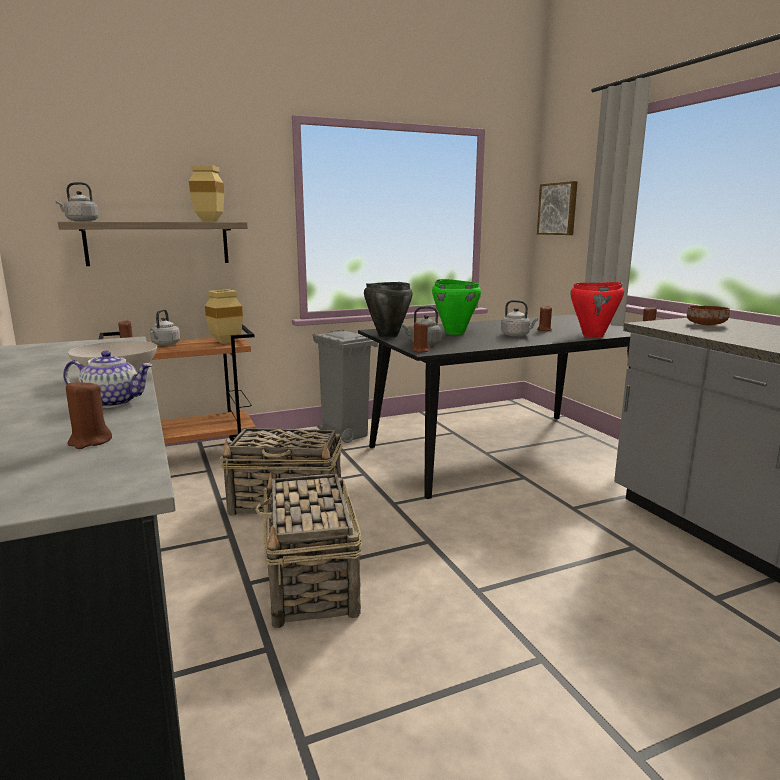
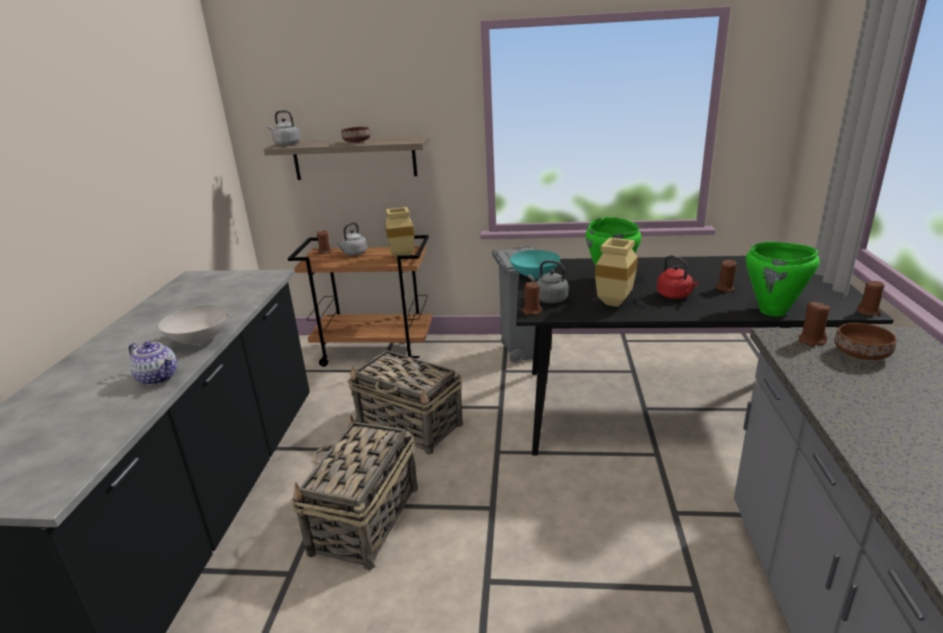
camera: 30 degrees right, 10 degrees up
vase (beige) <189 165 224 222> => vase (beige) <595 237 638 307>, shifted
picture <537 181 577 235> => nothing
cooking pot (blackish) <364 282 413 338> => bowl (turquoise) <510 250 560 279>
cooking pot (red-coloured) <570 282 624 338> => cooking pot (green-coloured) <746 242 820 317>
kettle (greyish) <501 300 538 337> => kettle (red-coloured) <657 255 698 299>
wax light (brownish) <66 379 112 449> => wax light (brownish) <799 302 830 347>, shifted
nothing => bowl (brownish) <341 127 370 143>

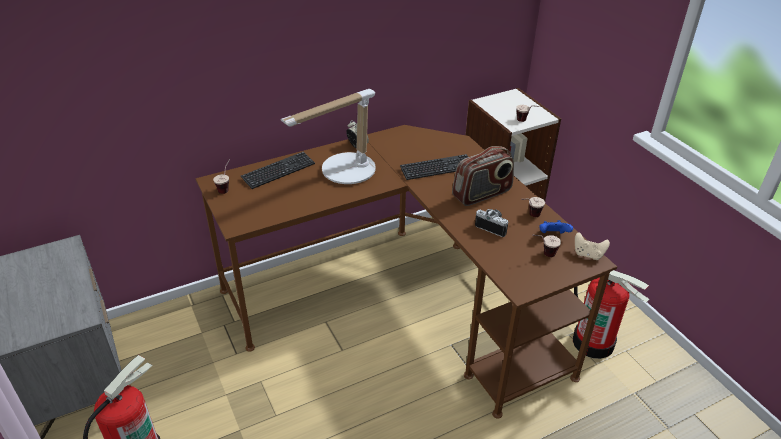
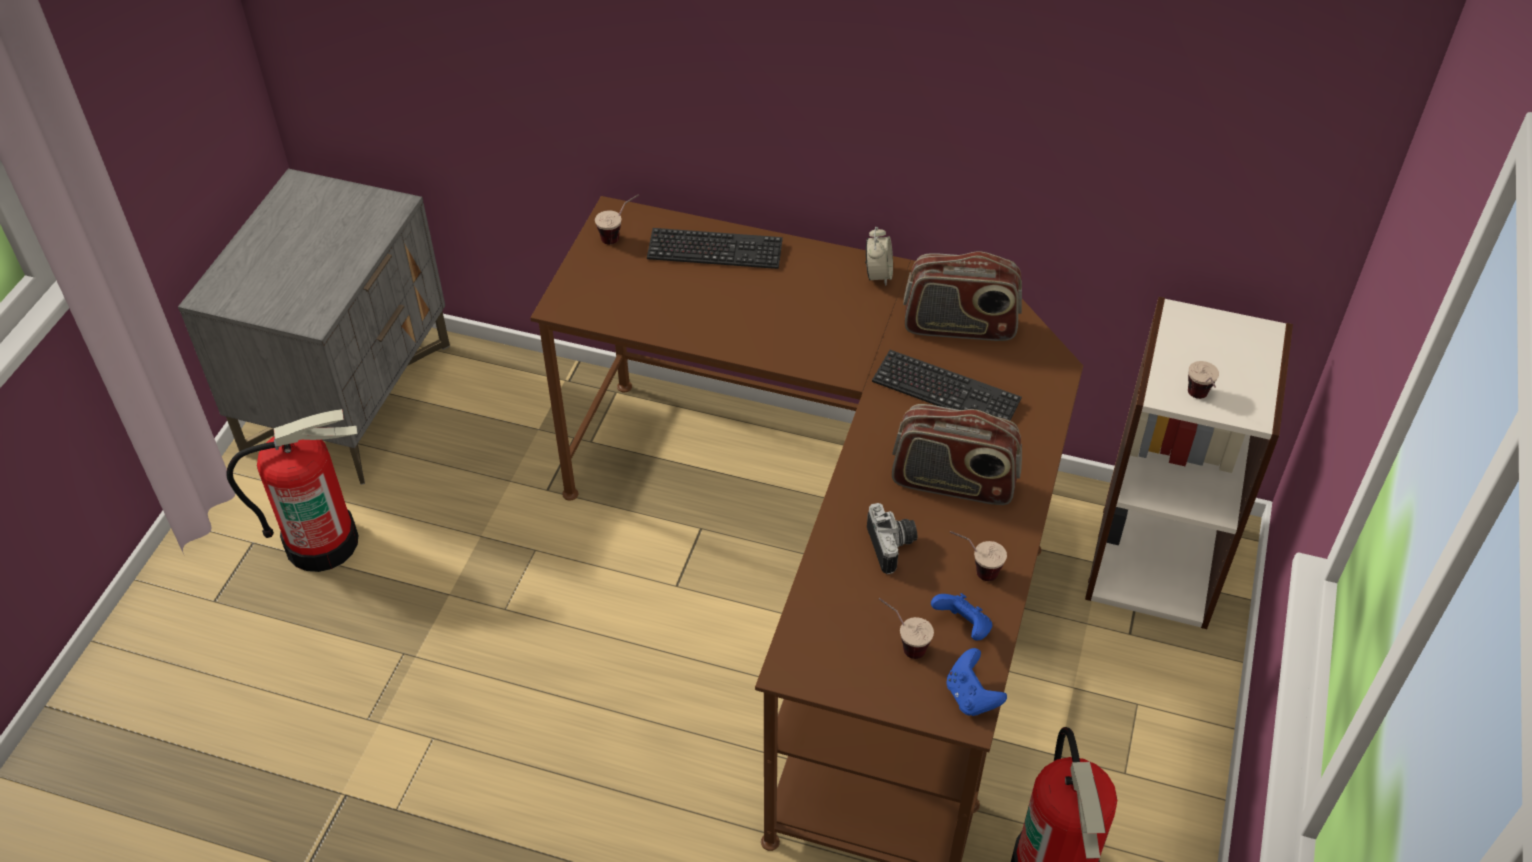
camera: 45 degrees right, 10 degrees up
table lamp <280 89 376 184> => nothing
game controller (beige) <575 232 610 260> => game controller (blue-coloured) <946 648 1007 716>
nothing => radio set <903 251 1022 341>

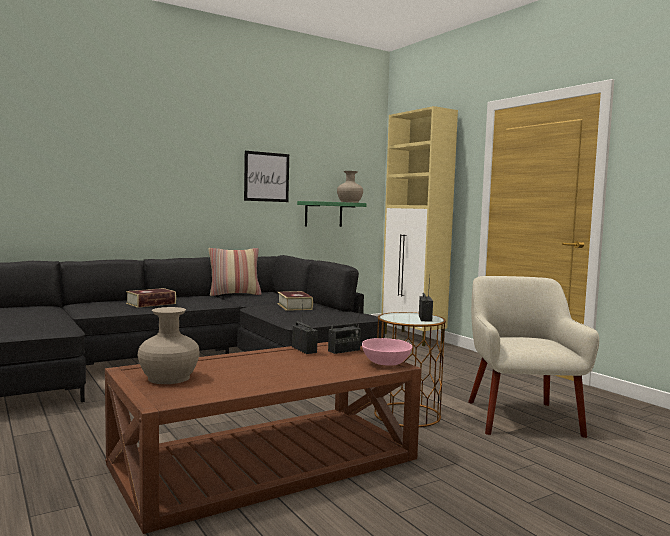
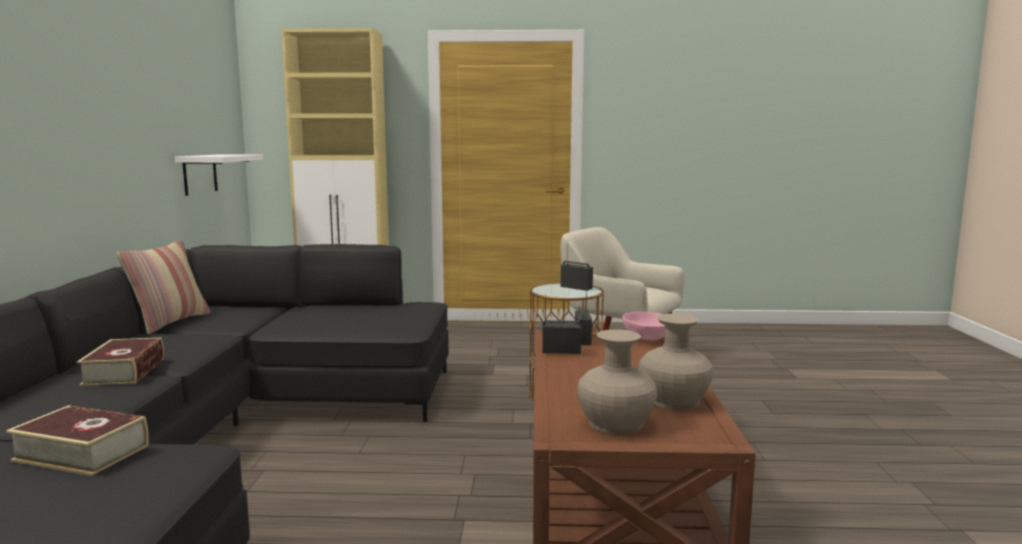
camera: 55 degrees left, 5 degrees up
picture <244 151 289 202> => nothing
vase (beige) <337 171 363 203> => vase (beige) <638 313 713 410>, shifted
wall shelf (green-coloured) <297 201 367 227> => wall shelf (white) <175 154 263 196>
book <277 291 313 311> => book <6 405 149 476>, shifted

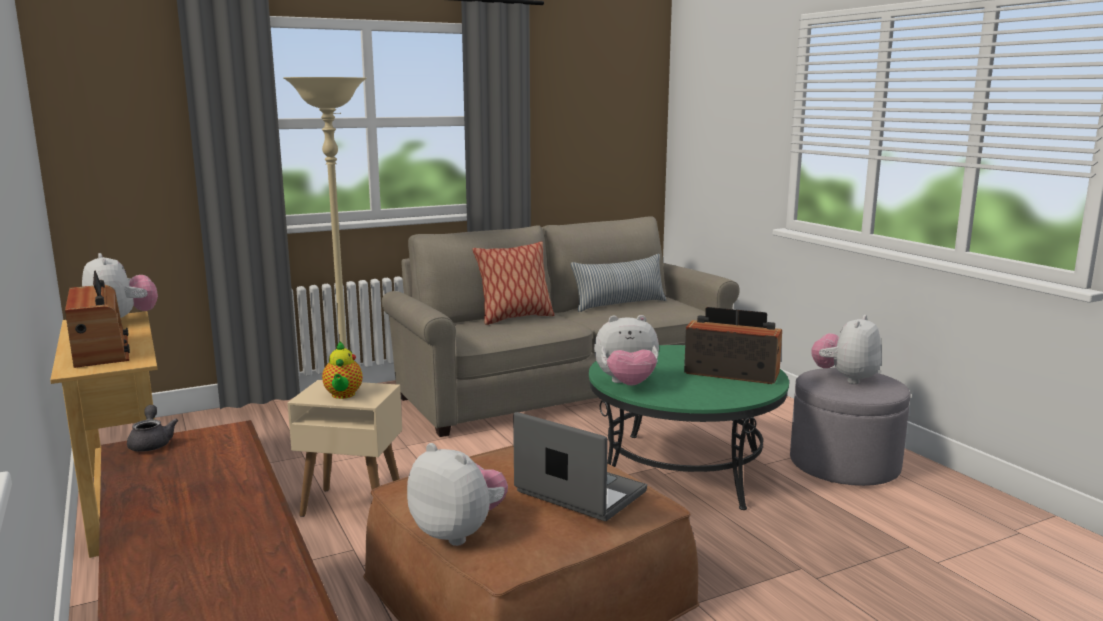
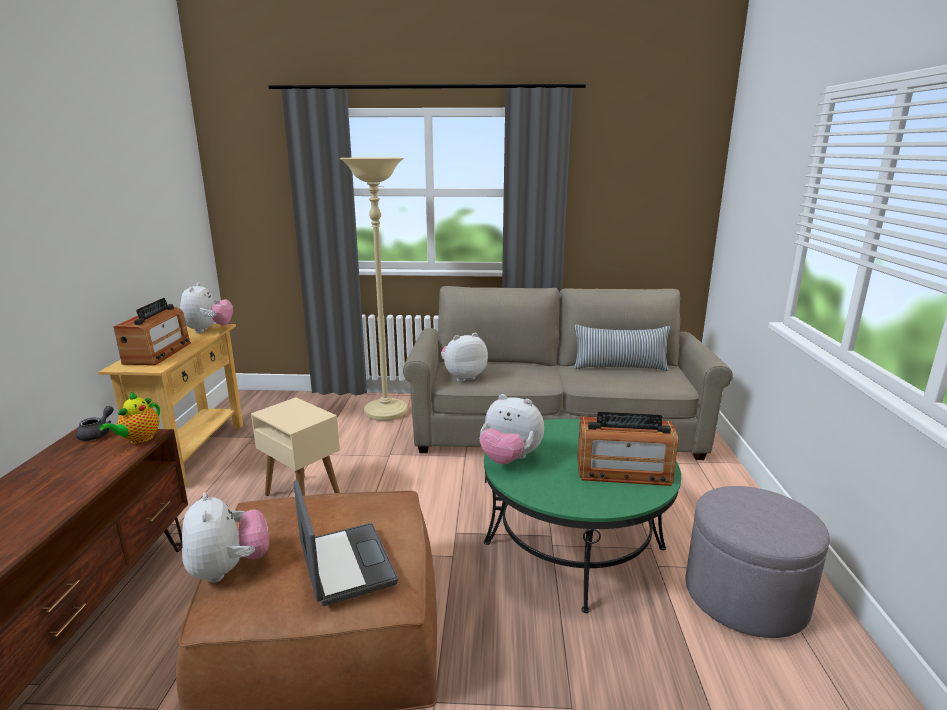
camera: 30 degrees right, 5 degrees up
cushion <473 242 554 325> => nothing
radio set <684 307 782 384> => radio set <577 412 678 486>, 135 degrees clockwise
cuddly toy <811 315 881 384> => cuddly toy <441 333 488 382>, shifted
pot for tea <322 341 363 399> => pot for tea <99 392 160 443>, shifted

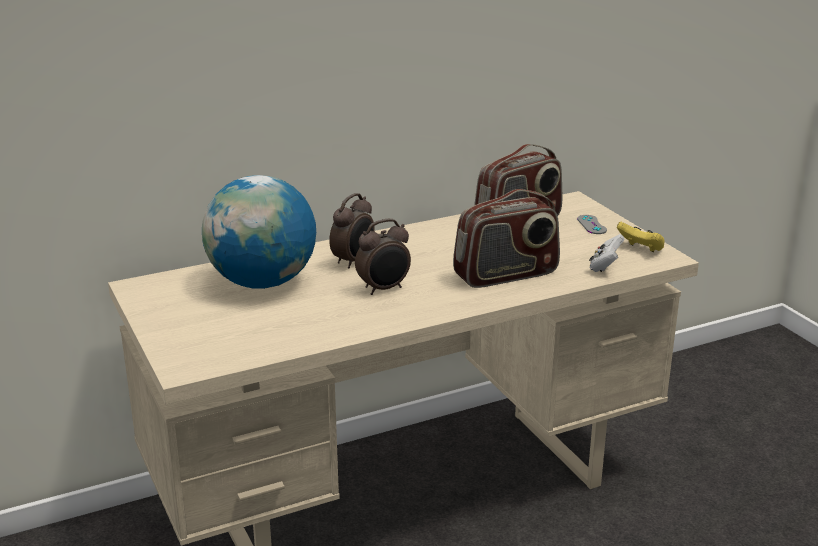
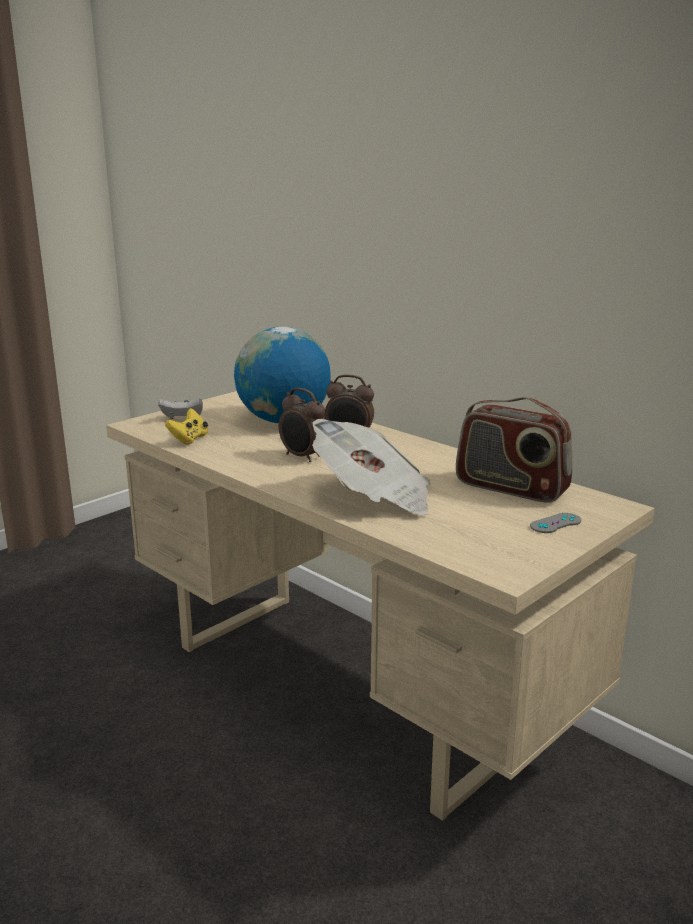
camera: 70 degrees right, 5 degrees down
radio set <453 189 560 288> => printed paper <312 419 431 515>
game controller (yellow) <617 222 664 252> => game controller (yellow) <165 408 208 445>, shifted
game controller (white) <589 234 625 272> => game controller (white) <158 399 203 419>, shifted

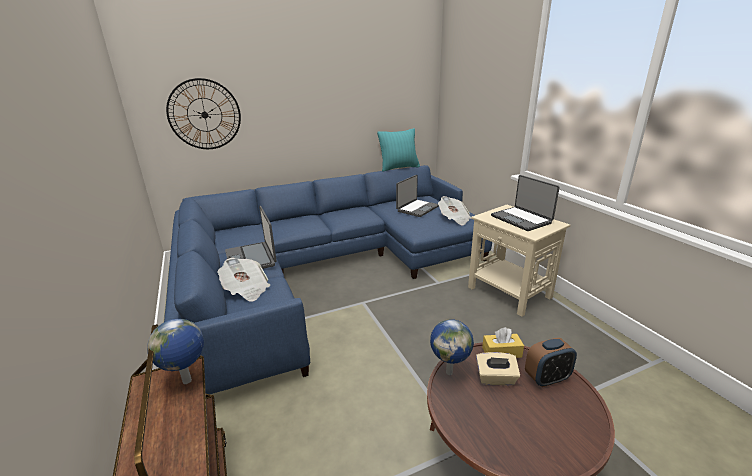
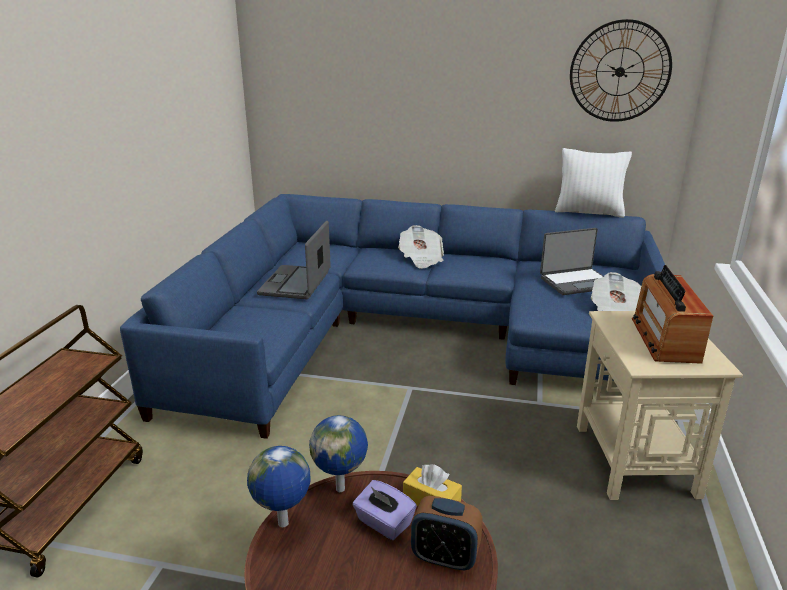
camera: 35 degrees right, 0 degrees up
wall clock <166 78 241 149> => wall clock <570 19 672 122>, shifted
cushion (turquoise) <377 128 420 171> => cushion (white) <555 148 632 218>
notebook computer <491 175 560 231> => radio set <632 265 713 364>
printed paper <217 258 270 302> => printed paper <398 225 444 269>, shifted
desk globe <147 319 204 384> => desk globe <247 446 310 527>, shifted
tissue holder (beige) <476 352 520 385> => tissue holder (purplish) <352 480 417 540>

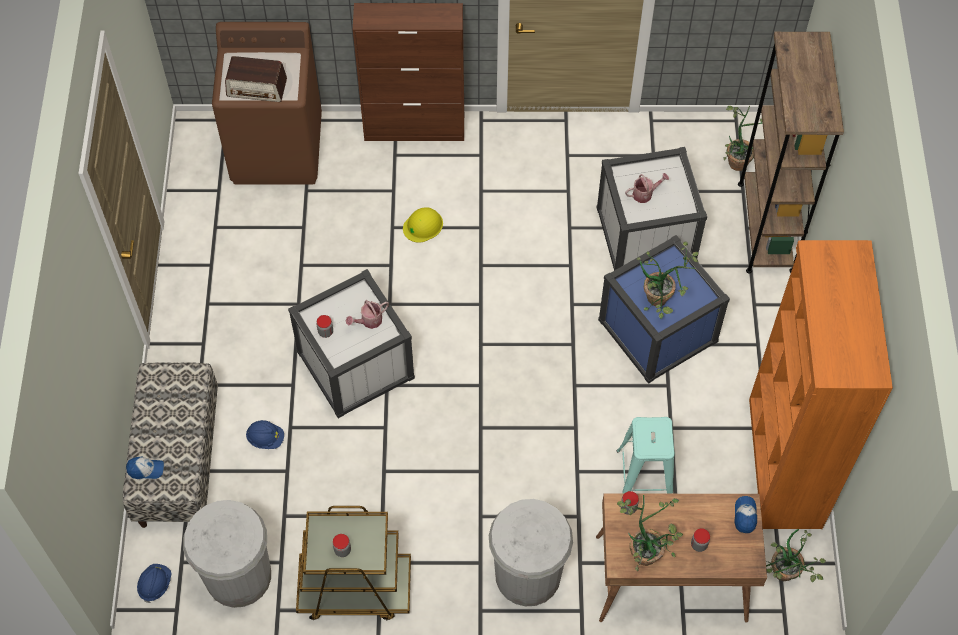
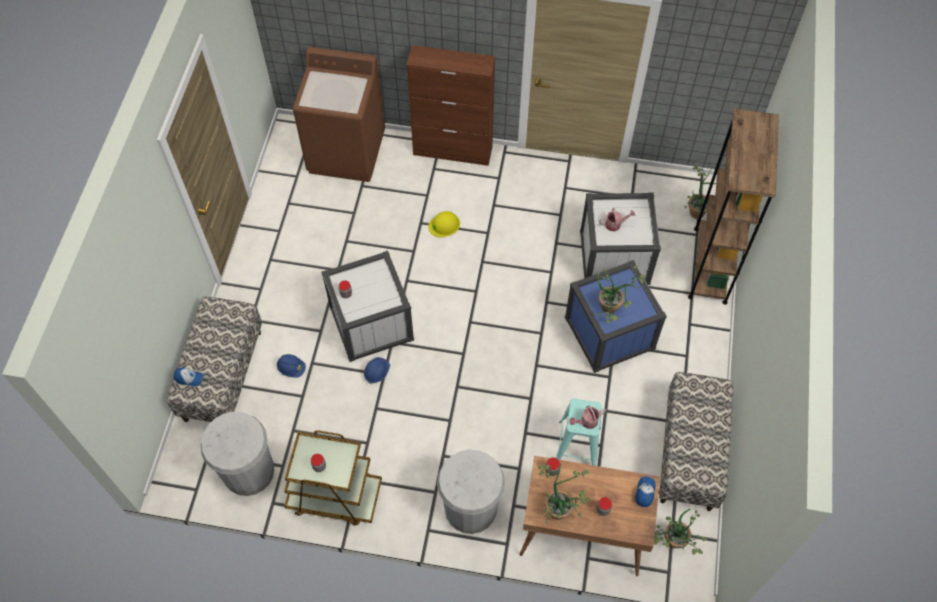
camera: 10 degrees right, 0 degrees up
radio set <225 56 287 102> => nothing
bookcase (orange-coloured) <749 240 893 529> => indoor bench <659 372 733 511>
watering pot <346 300 389 329> => watering pot <569 406 606 429>, shifted
work helmet (blue-coloured) <137 564 171 603> => work helmet (blue-coloured) <364 357 390 385>, shifted

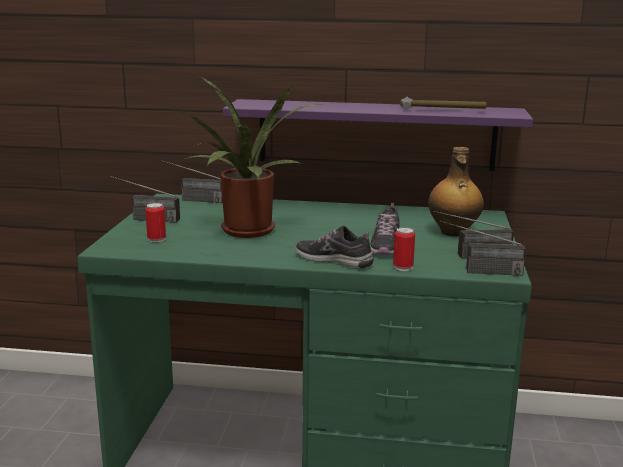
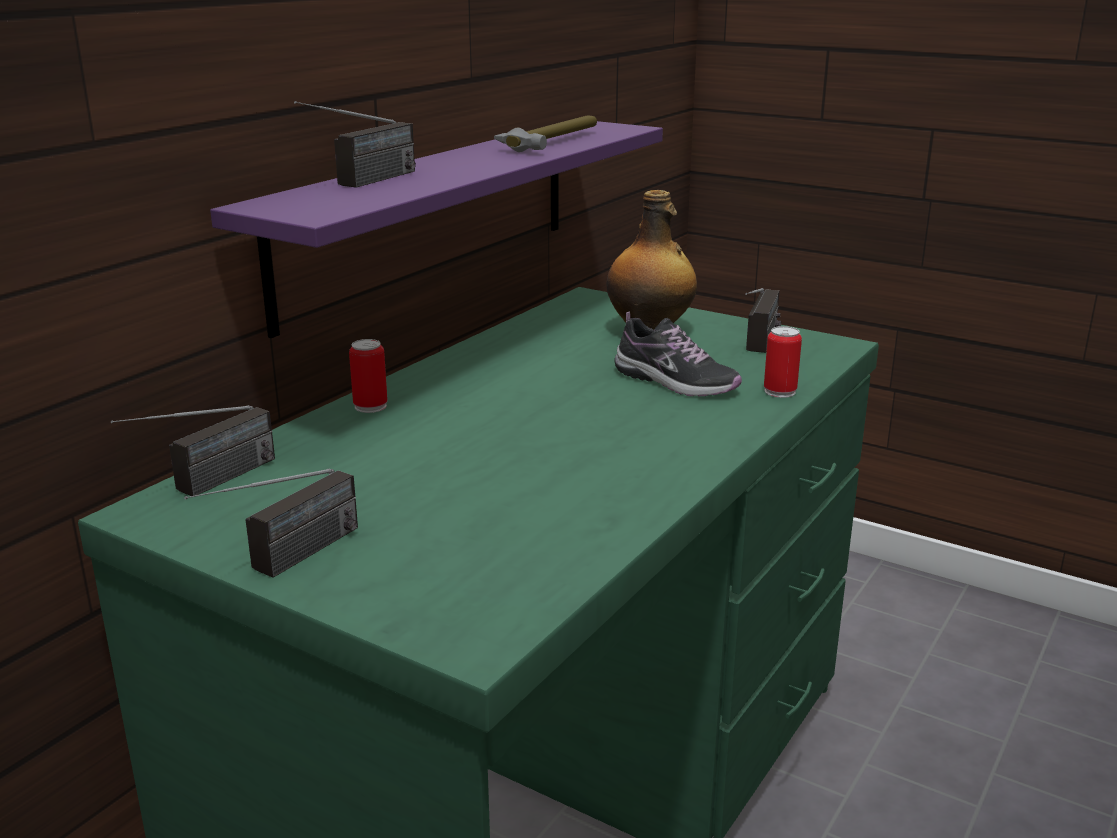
camera: 65 degrees left, 5 degrees up
plant in a pot <179 77 321 238> => nothing
can <145 203 166 242> => can <349 339 387 413>, shifted
radio set <440 221 526 276> => radio set <294 101 416 188>, shifted
low shoe <295 226 374 268> => nothing

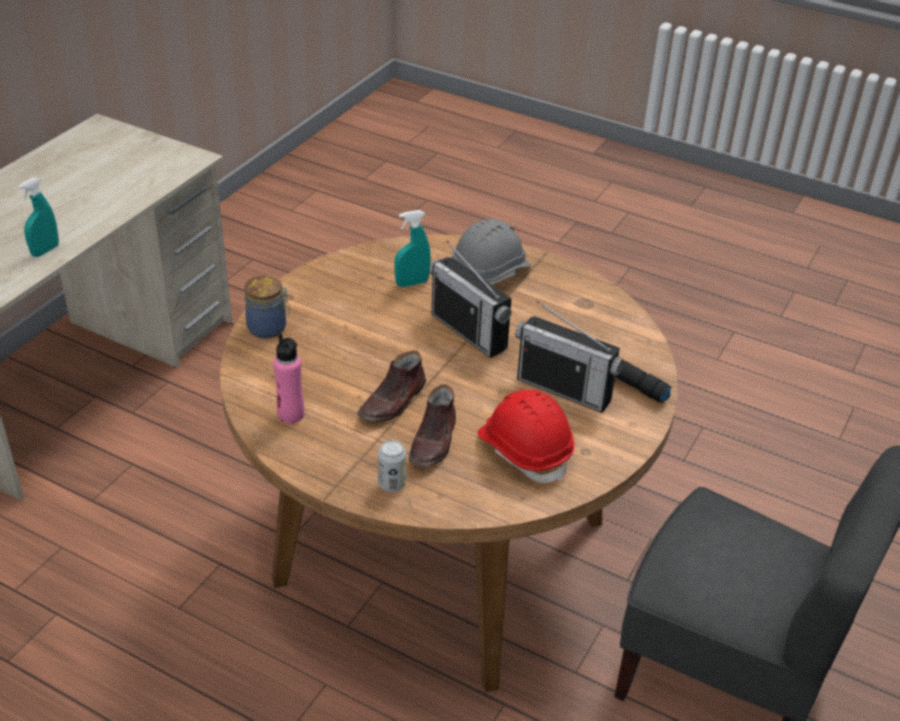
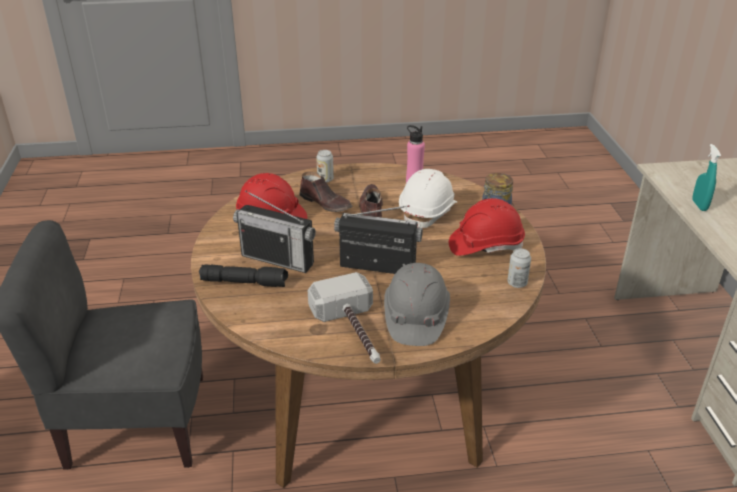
camera: 145 degrees right, 5 degrees down
spray bottle (turquoise) <394 210 431 287> => nothing
radio set <515 301 624 413> => radio set <233 190 316 273>, 150 degrees counterclockwise
low shoe (brownish) <409 384 456 467> => low shoe (brownish) <300 172 352 212>, 150 degrees clockwise
nothing => work helmet (white) <399 169 457 228>
nothing => work helmet (red-coloured) <449 198 525 256>
nothing => can <507 248 531 288>
nothing => tool hammer <307 272 381 364>

